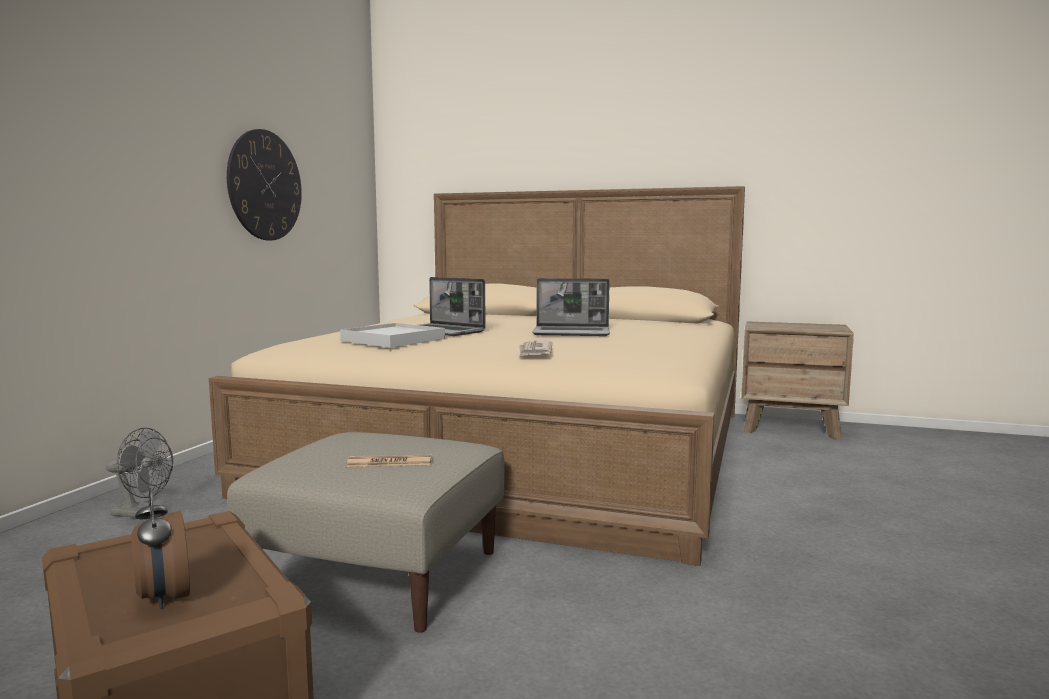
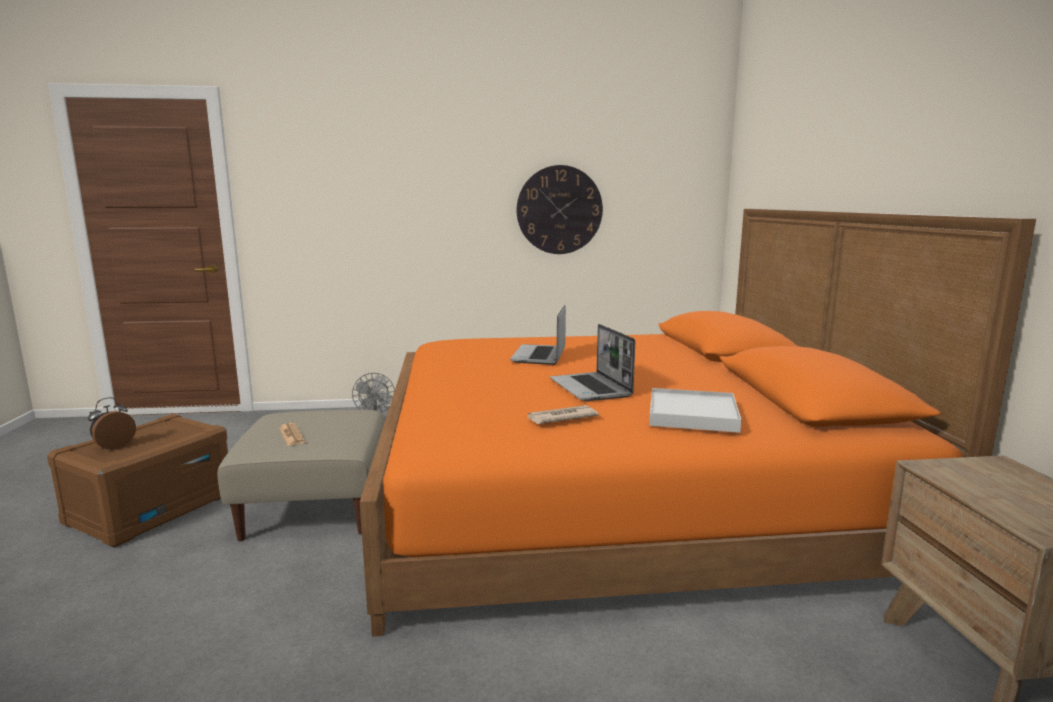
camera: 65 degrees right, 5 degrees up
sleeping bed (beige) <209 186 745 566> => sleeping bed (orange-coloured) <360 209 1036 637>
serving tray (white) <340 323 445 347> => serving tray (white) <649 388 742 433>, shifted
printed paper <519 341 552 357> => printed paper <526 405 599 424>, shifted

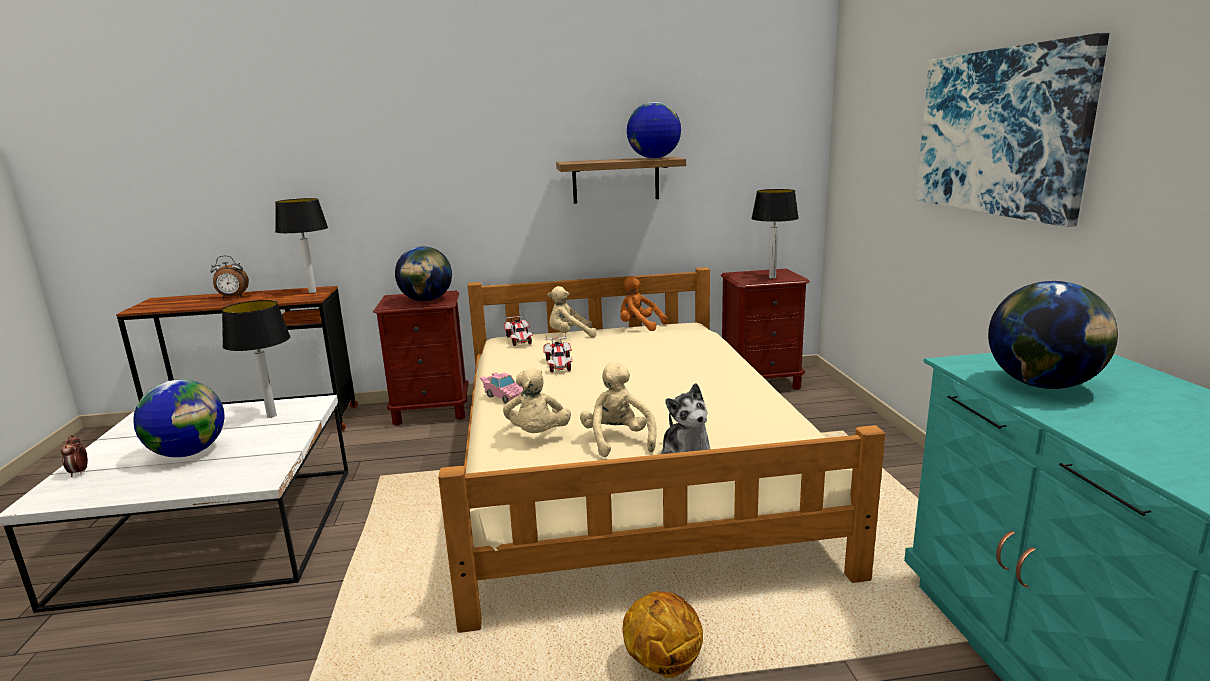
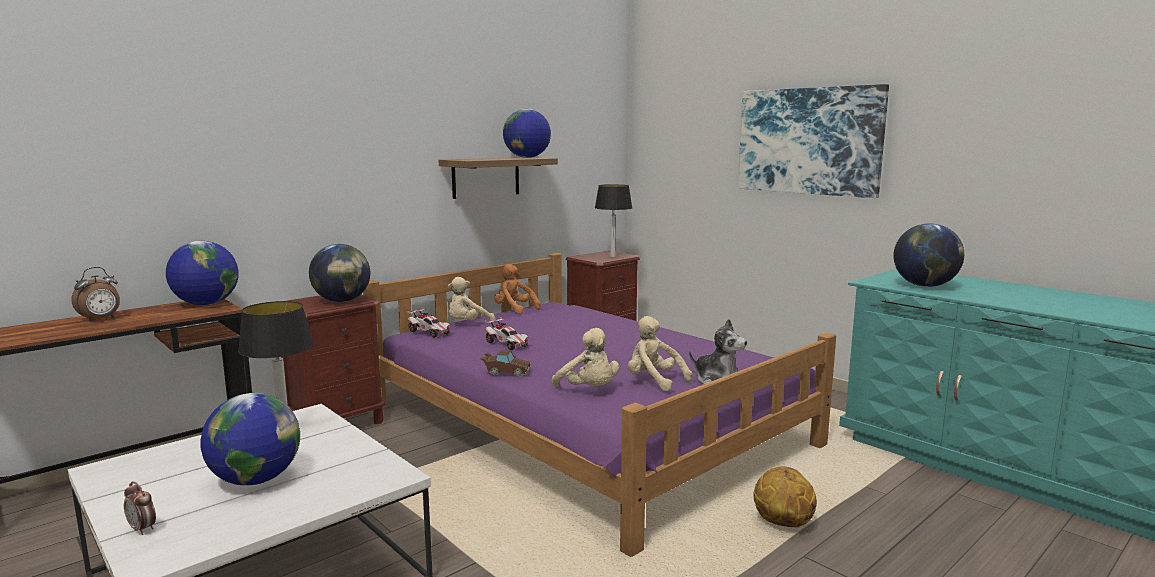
camera: 35 degrees left, 5 degrees down
table lamp <275 198 328 293> => desk globe <166 241 239 305>
sleeping bed (beige) <438 267 885 633> => sleeping bed (purplish) <363 253 836 557>
cuddly toy (orange-coloured) <620 277 667 331> => cuddly toy (orange-coloured) <494 264 541 314>, 45 degrees clockwise
model car (pink) <480 372 523 404> => model car (brownish) <480 350 531 377>

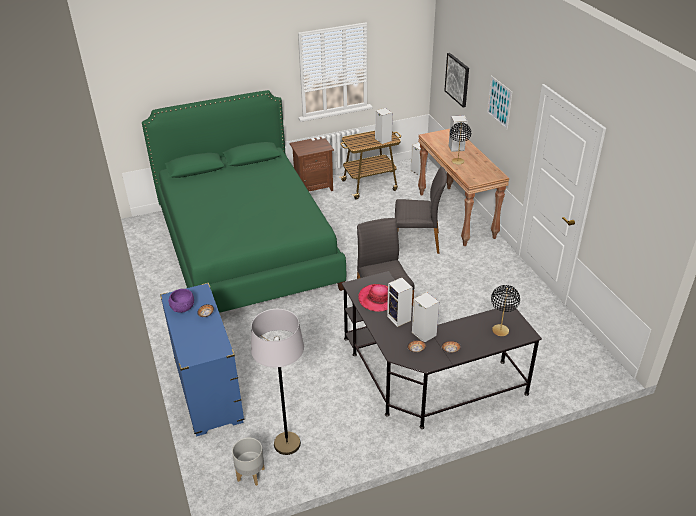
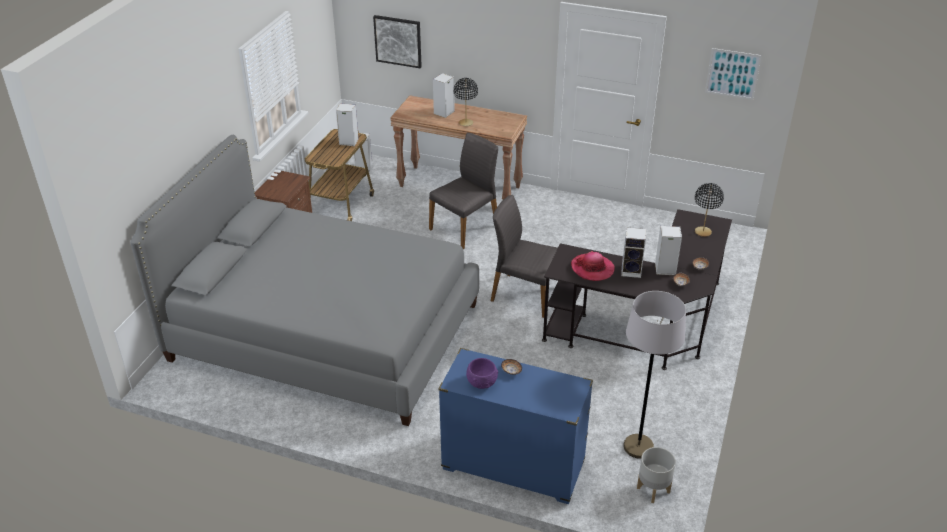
camera: 50 degrees left, 0 degrees up
picture <487 76 512 129> => picture <705 48 762 100>, shifted
sleeping bed (green-coloured) <142 90 346 313> => sleeping bed (greyish) <130 135 479 426>

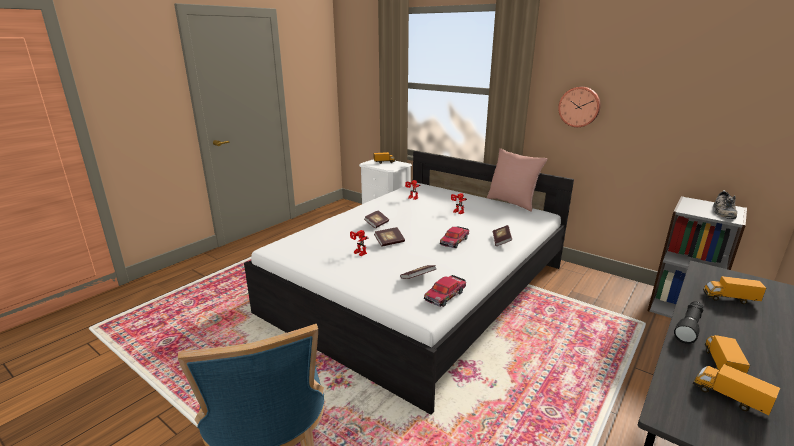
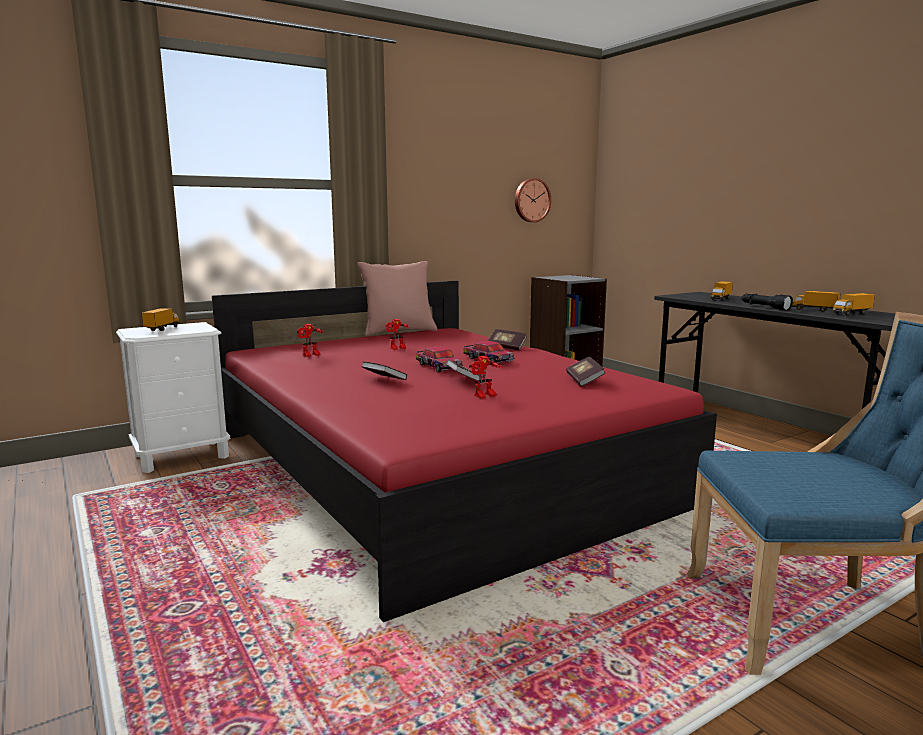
camera: 70 degrees left, 10 degrees down
wall clock <558 87 601 127> => wall clock <515 178 551 222>, shifted
sleeping bed (white) <244 151 574 415> => sleeping bed (red-coloured) <212 281 717 622>
low shoe <713 190 737 219> => nothing
model car <424 275 466 307> => model car <416 347 463 372>, shifted

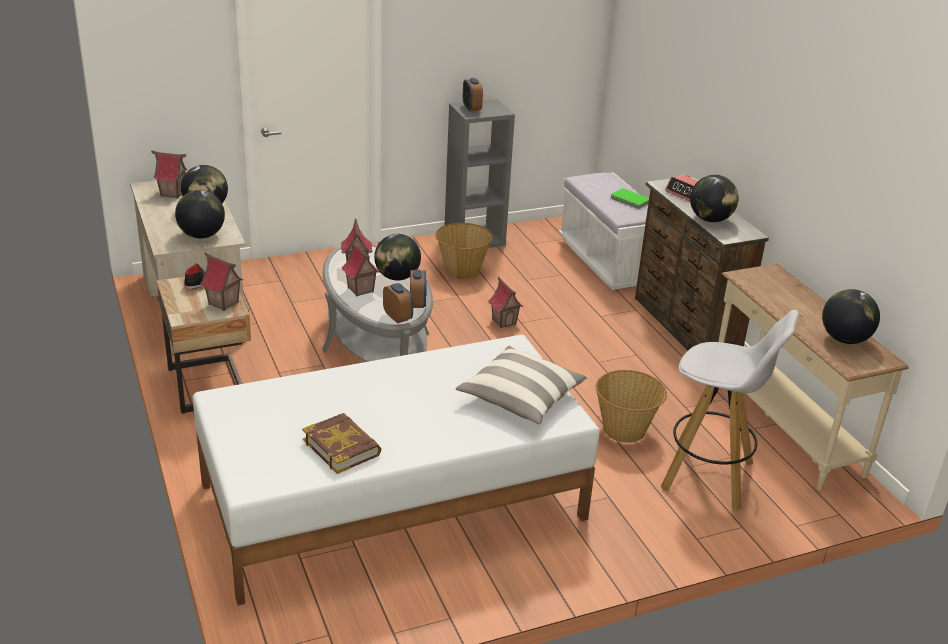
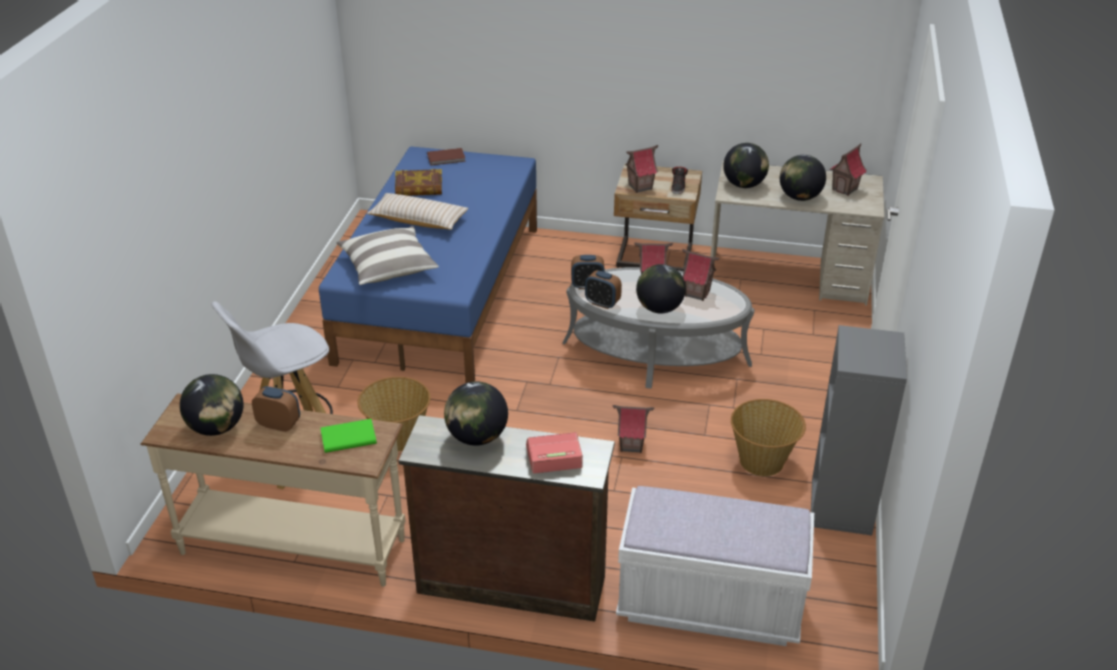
camera: 125 degrees right, 5 degrees up
table clock <463 78 483 111> => table clock <252 386 300 432>, shifted
book (green-coloured) <611 188 649 209> => book (green-coloured) <320 419 377 453>, shifted
sleeping bed (white) <193 335 600 606> => sleeping bed (blue-coloured) <319 146 537 383>
nothing => book (brownish) <427 148 466 165>
nothing => cushion (beige) <367 193 468 230>

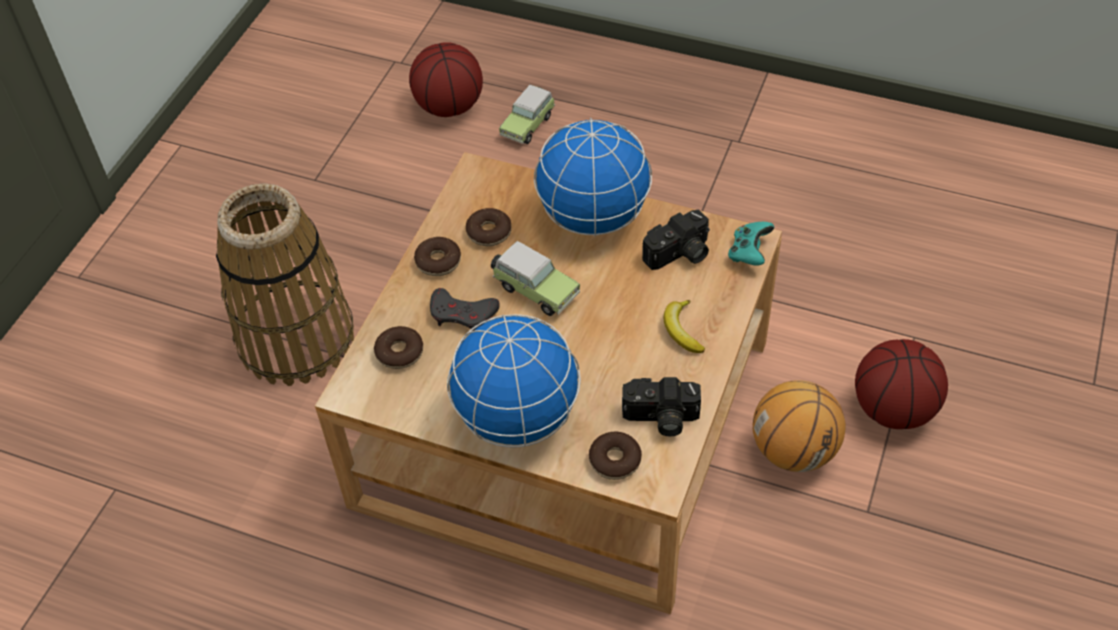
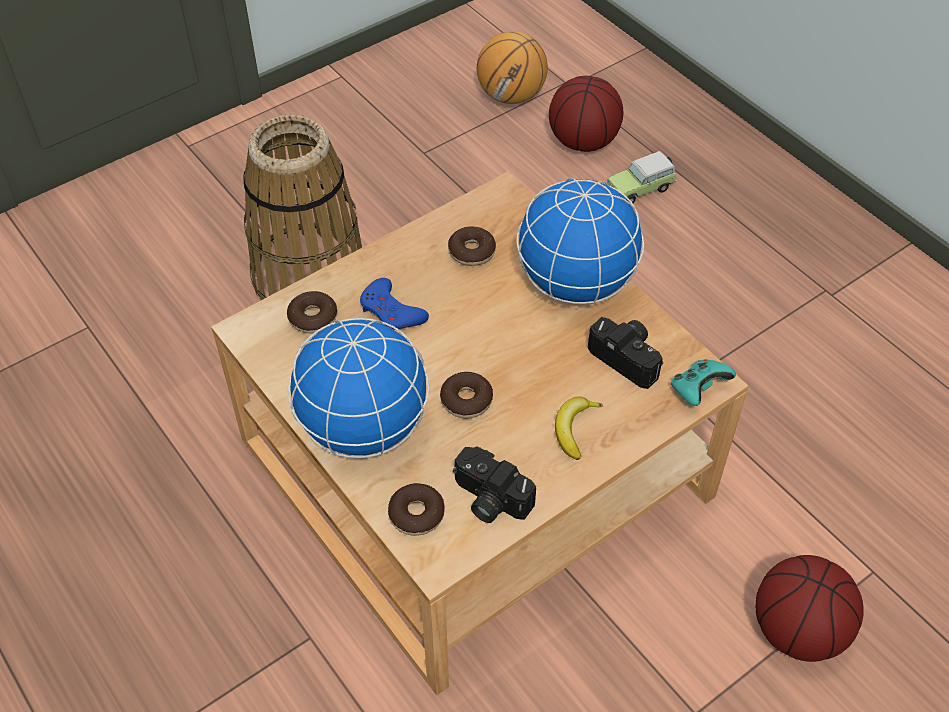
camera: 30 degrees right, 0 degrees up
still camera <642 210 710 270> => still camera <588 317 663 389>, 135 degrees counterclockwise
ring doughnut <414 237 461 276> => ring doughnut <440 372 493 419>, shifted
model car <491 241 580 316> => nothing
game controller (greyish) <430 288 500 331> => game controller (blue-coloured) <360 278 429 330>
basketball ball <753 380 846 472> => basketball ball <477 31 548 104>, shifted

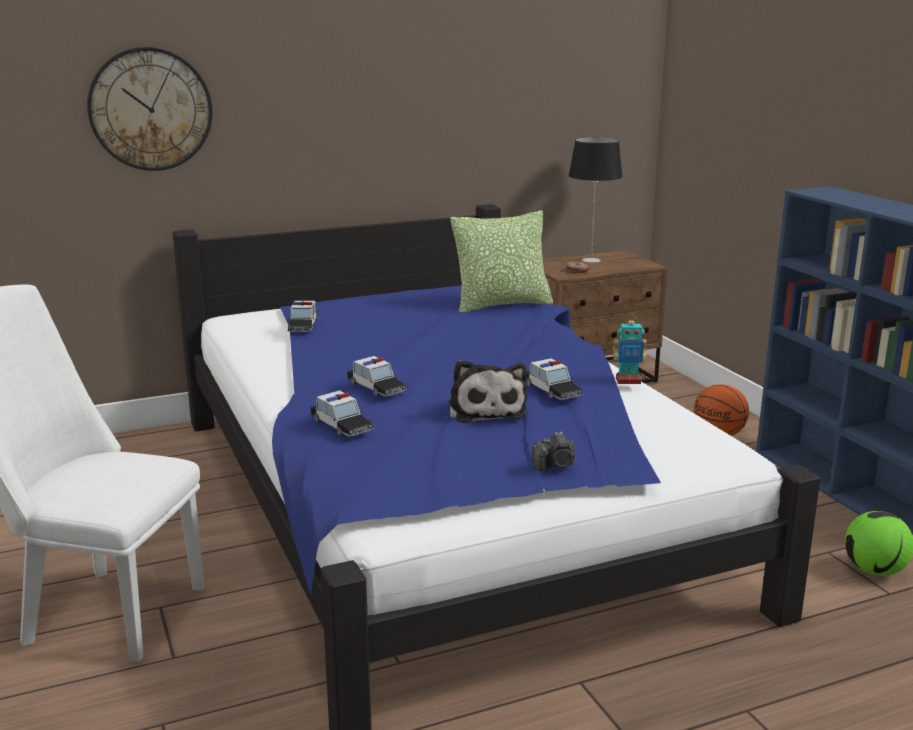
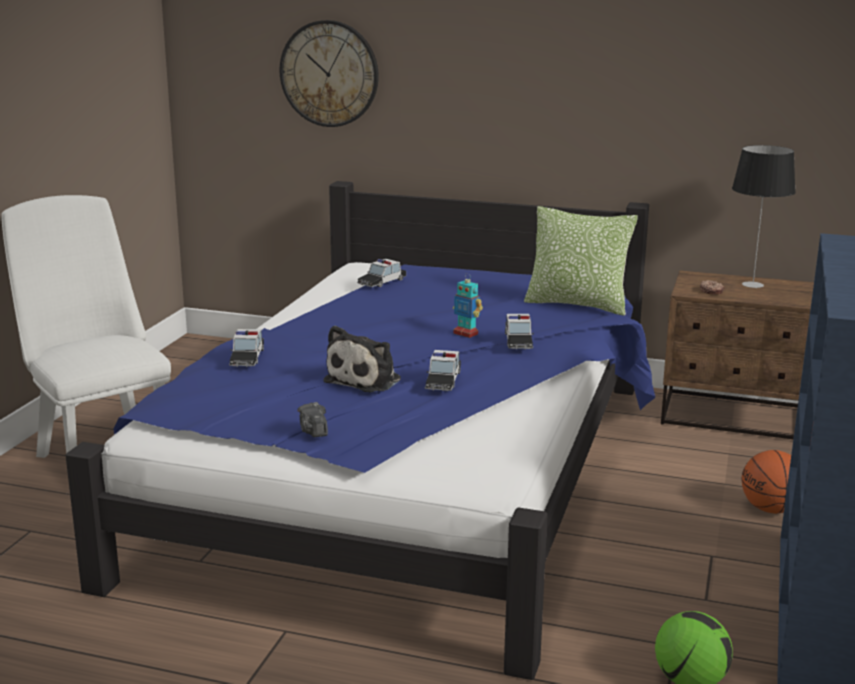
camera: 40 degrees right, 0 degrees up
toy robot <613 314 647 384> => toy robot <453 273 483 338>, shifted
model car <347 356 407 397> => model car <505 314 534 349>, shifted
still camera <532 432 575 471> => still camera <297 402 328 437>, 45 degrees clockwise

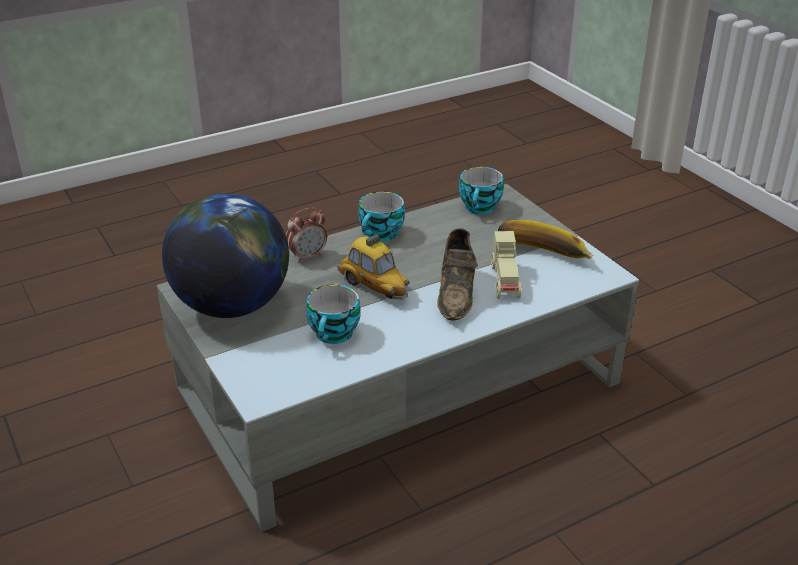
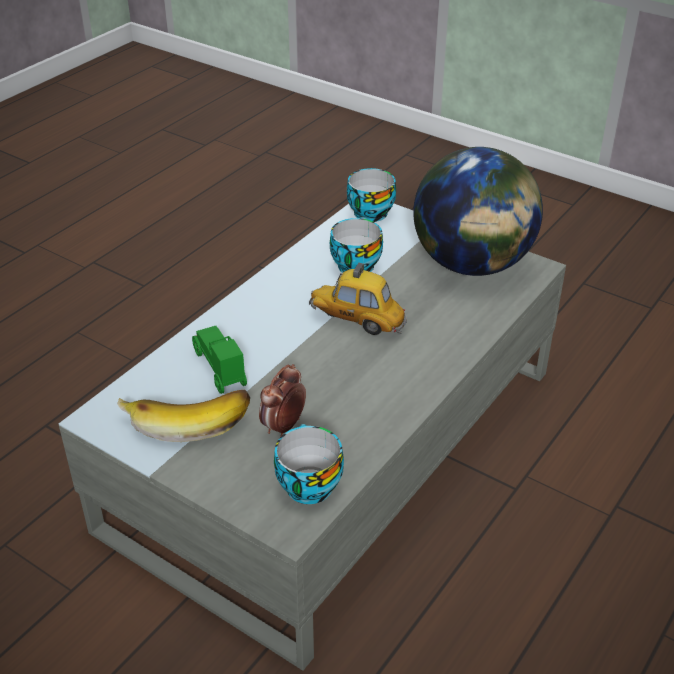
camera: 155 degrees right, 5 degrees up
drinking cup <358 191 405 241> => drinking cup <347 168 396 222>, shifted
table clock <286 208 327 263> => table clock <259 364 306 437>, shifted
low shoe (brownish) <438 228 478 320> => nothing
model car (beige) <491 231 521 299> => model car (green-coloured) <192 326 247 394>

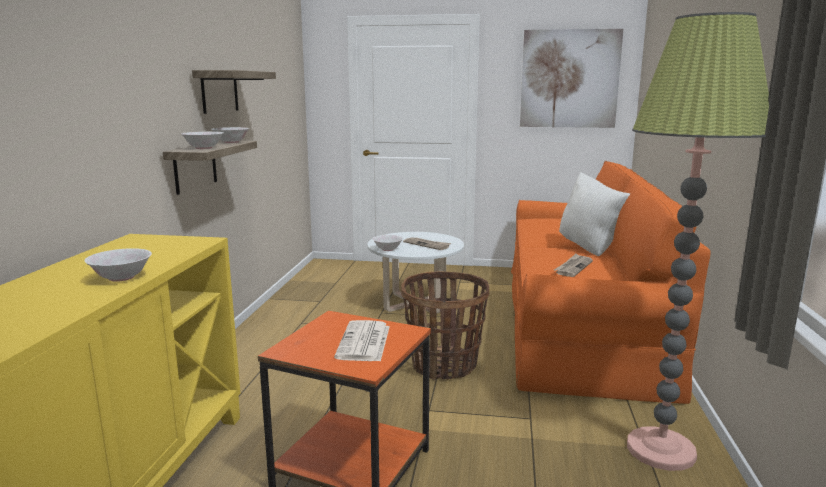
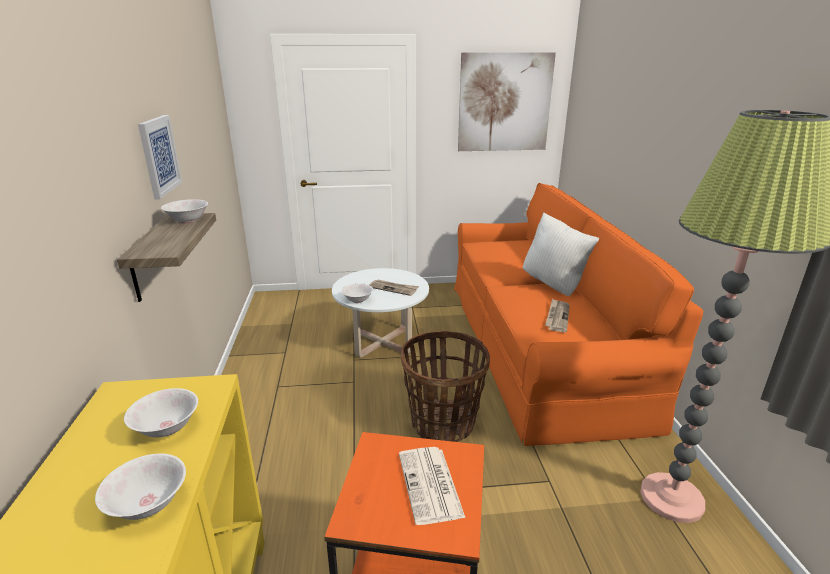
camera: 15 degrees left, 10 degrees up
wall shelf <192 70 276 114> => picture <138 115 182 200>
bowl (white) <181 132 223 149> => bowl (white) <124 388 198 438>, shifted

